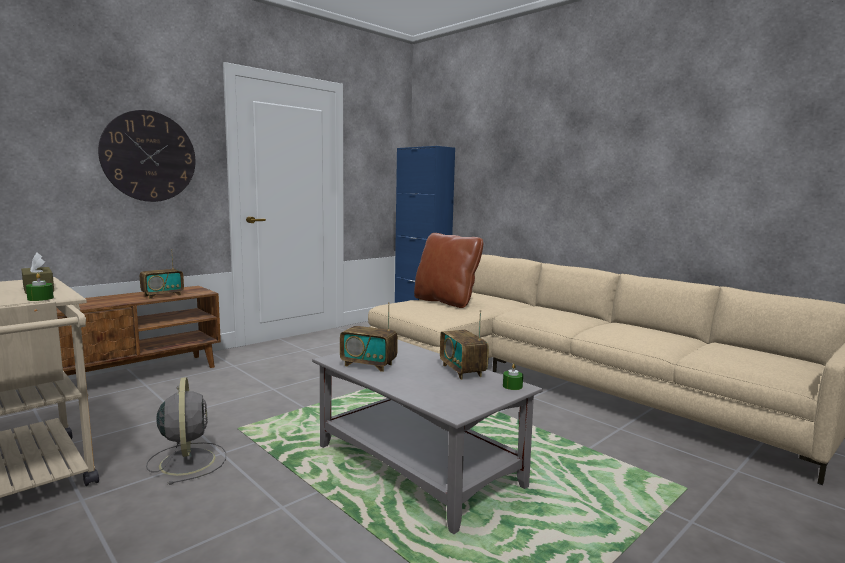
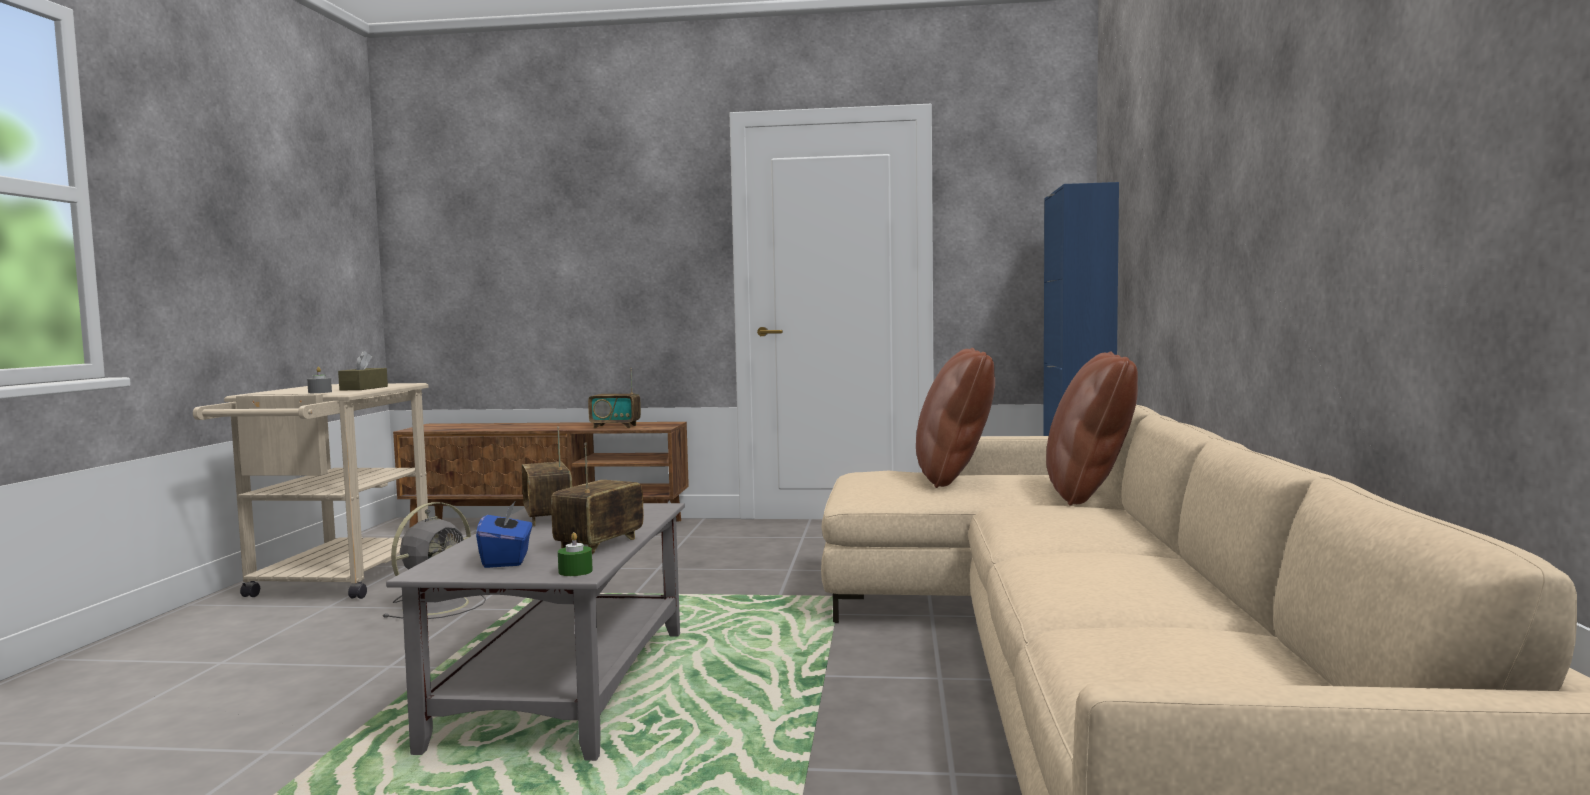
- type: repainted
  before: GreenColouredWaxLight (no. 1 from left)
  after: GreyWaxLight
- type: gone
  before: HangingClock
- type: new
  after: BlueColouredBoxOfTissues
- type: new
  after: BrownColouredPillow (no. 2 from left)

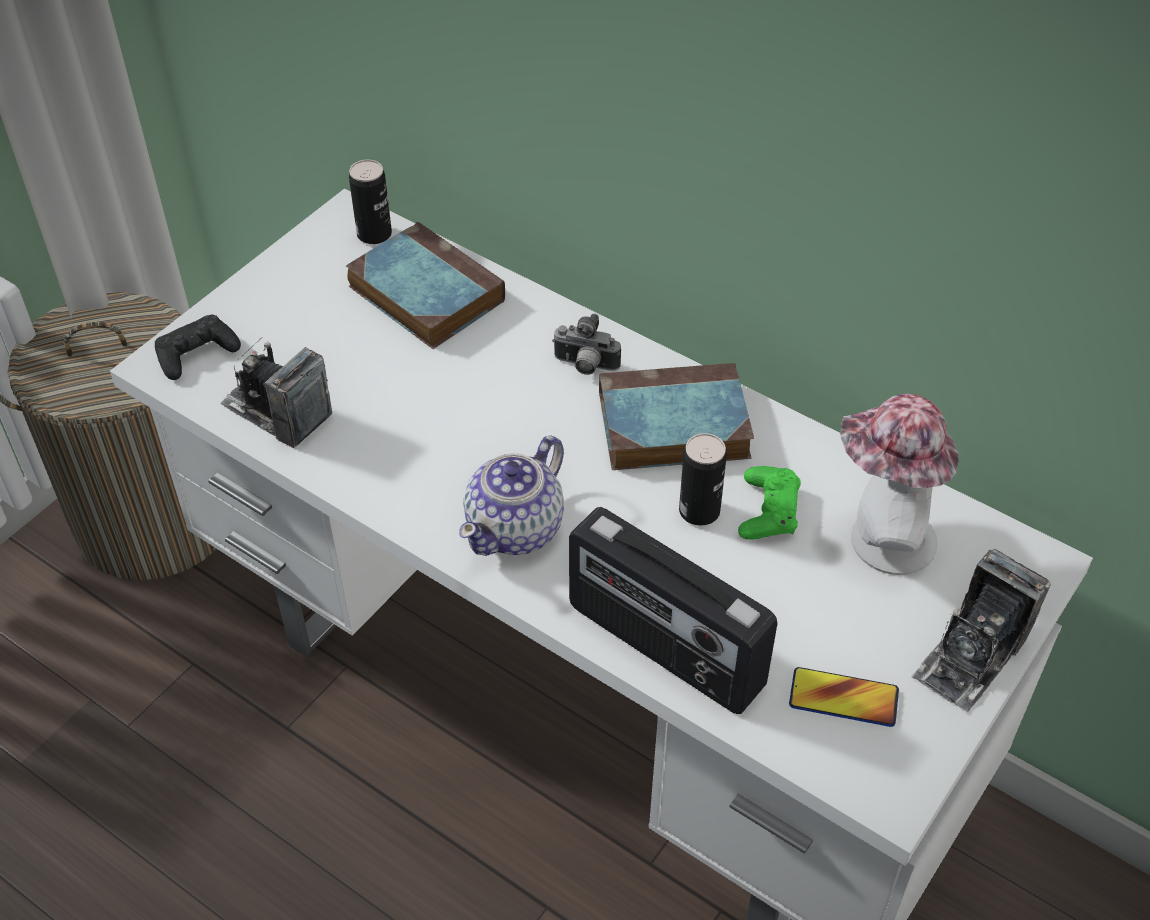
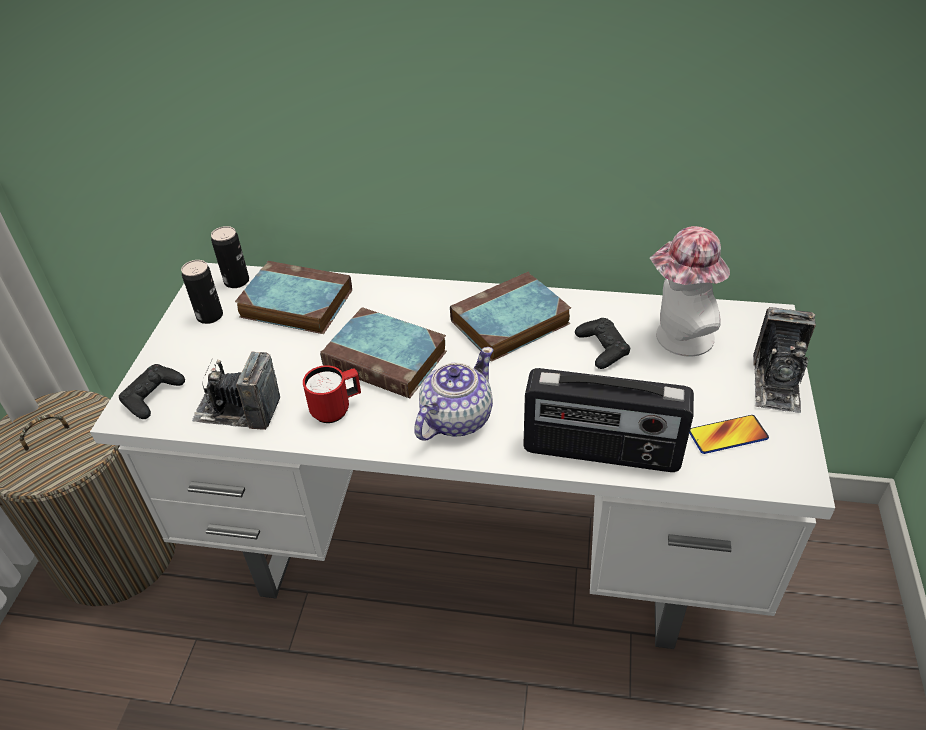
- type: rotated
  before: Teapot
  turn: -150
- type: gone
  before: PhotoCamera (no. 2 from left)
- type: shifted
  before: MetalCan (no. 2 from left in the first image)
  after: MetalCan (no. 1 from left)
- type: repainted
  before: GreenColouredGamepad
  after: BlackColouredGamepad (no. 2 from left)
- type: new
  after: RedColouredCoffeeMug
- type: new
  after: Volume (no. 2 from left)

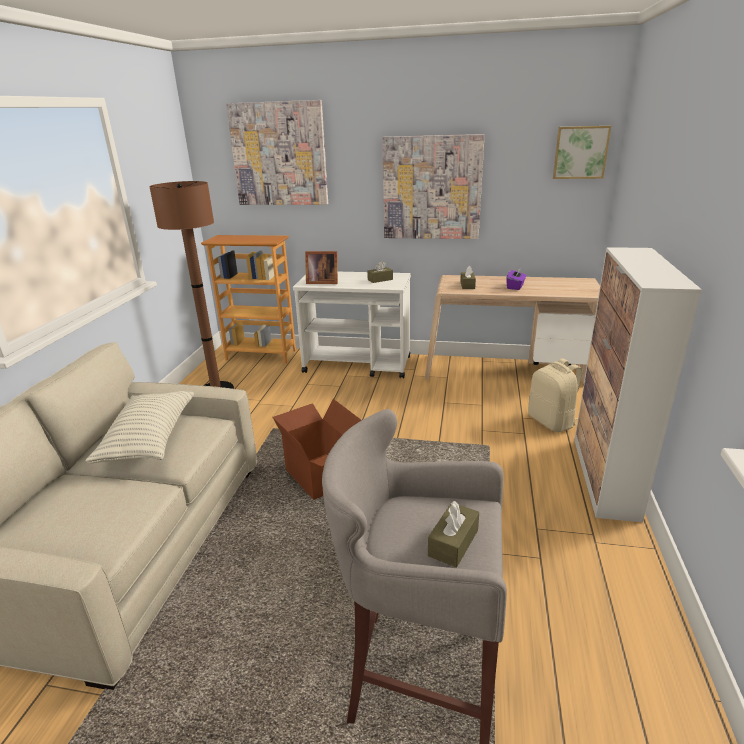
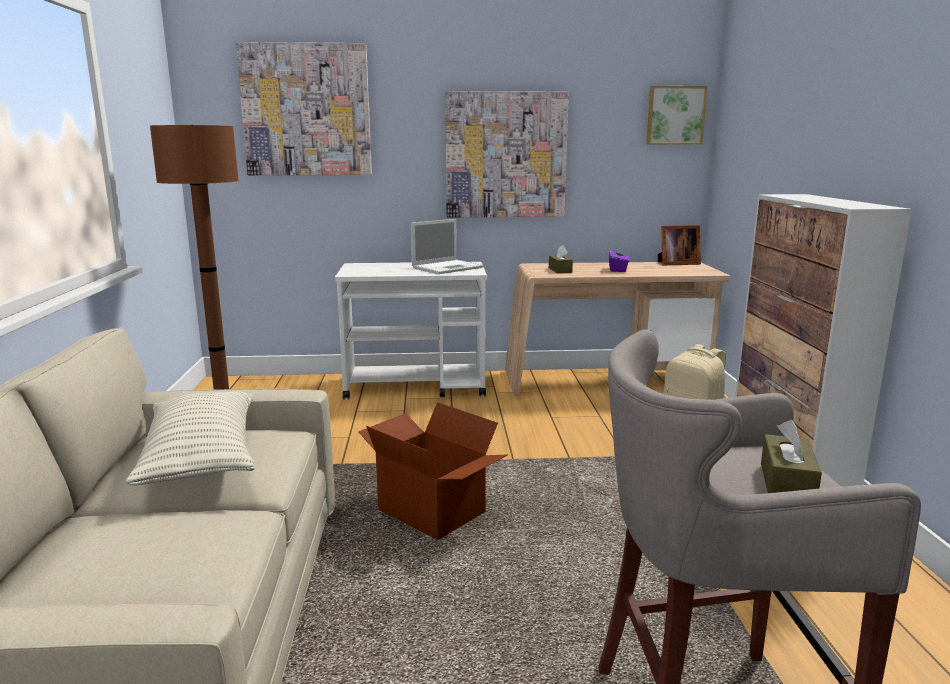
- type: gone
  before: ShelvingUnit
- type: shifted
  before: PictureFrame
- type: swapped
  before: BrownColouredBoxOfTissues (no. 1 from left)
  after: PortableComputer

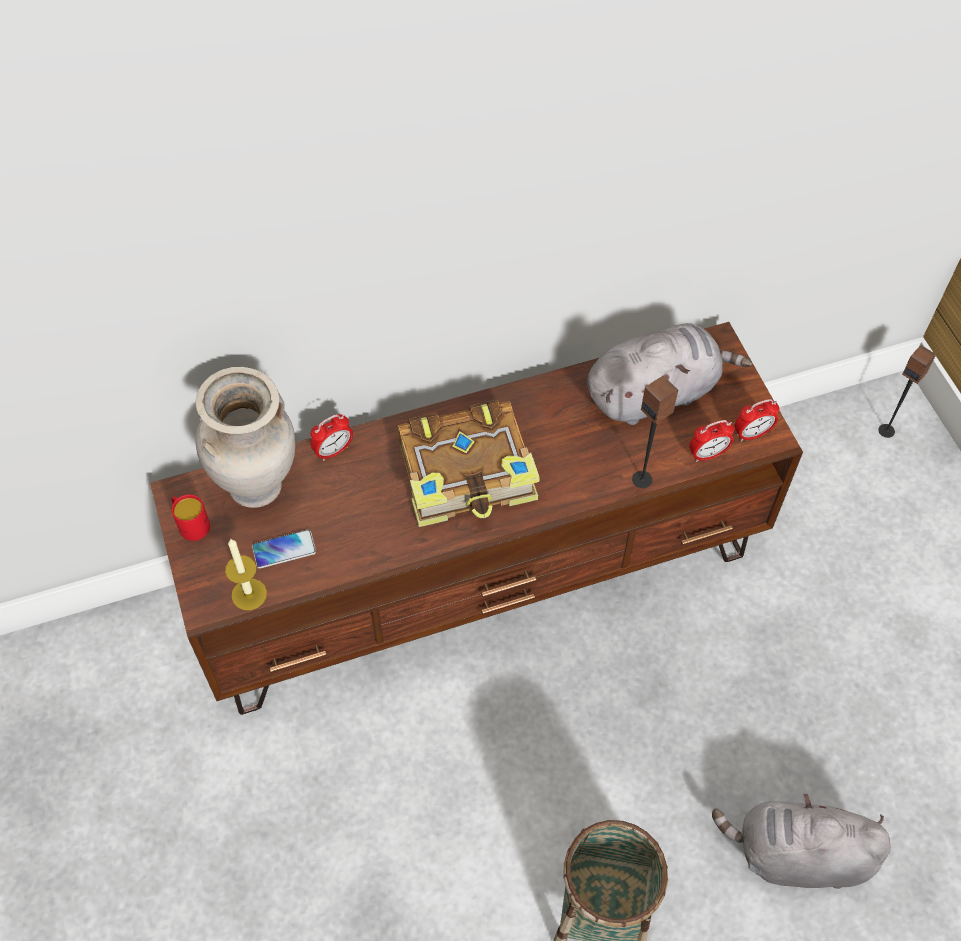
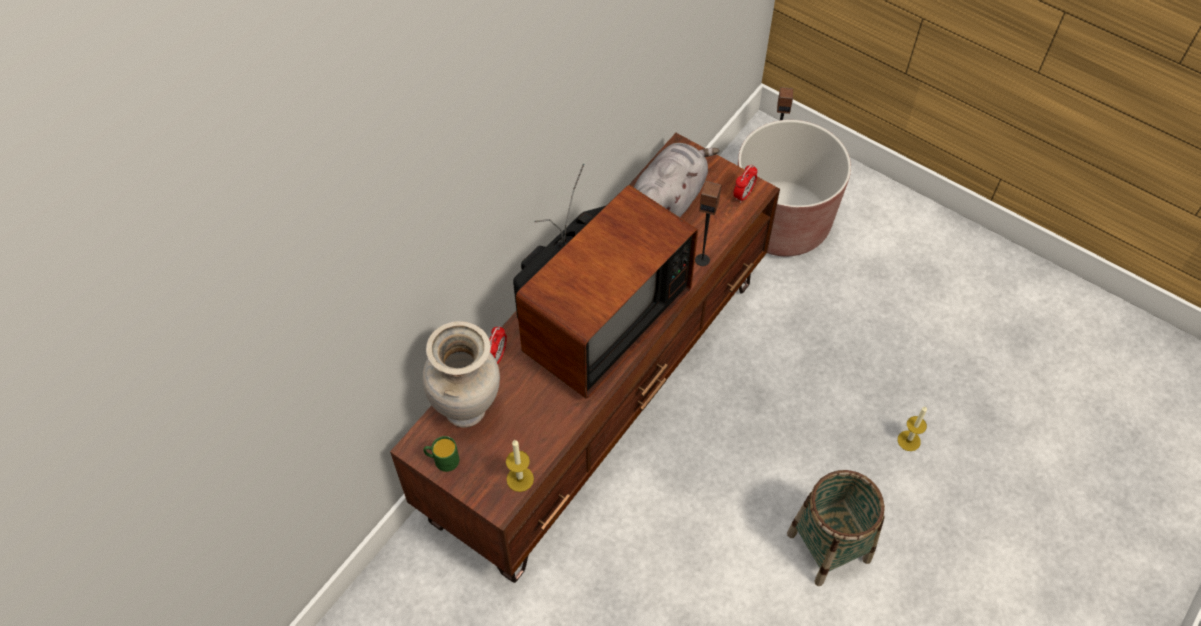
- type: repainted
  before: RedColouredCoffeeMug
  after: GreenColouredCoffeeMug
- type: gone
  before: Handset
- type: swapped
  before: Volume
  after: TvSet
- type: gone
  before: AlarmClock (no. 2 from left)
- type: swapped
  before: GreyCuddlyToy (no. 2 from left)
  after: WaxLight (no. 2 from left)
- type: new
  after: BrownColouredPlanter

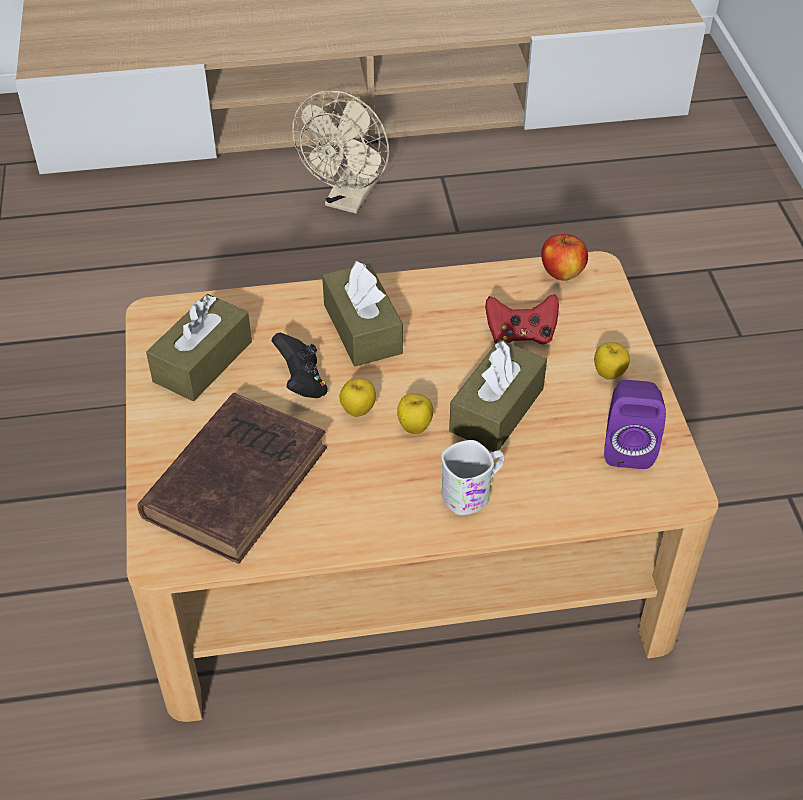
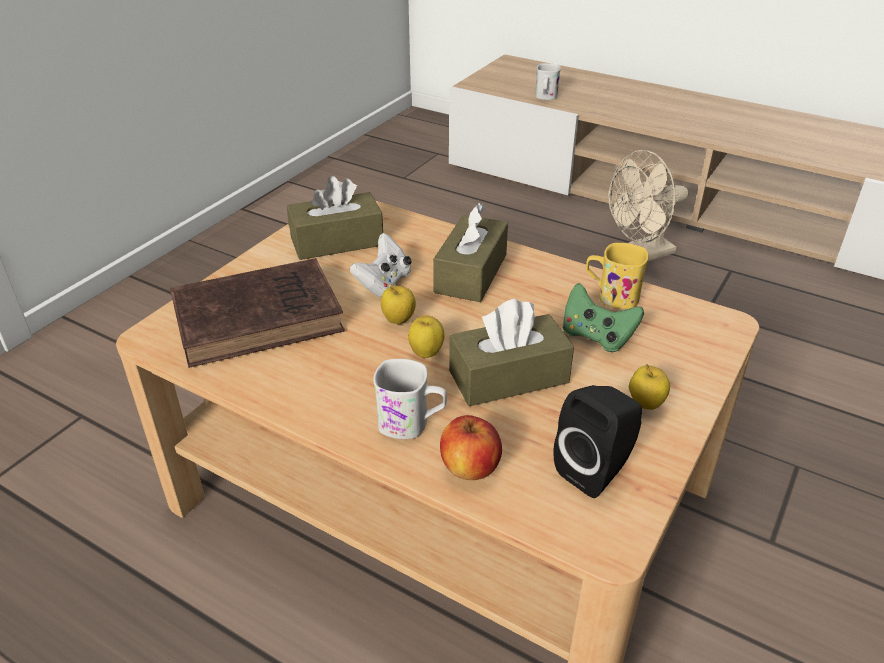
- type: repainted
  before: BlackColouredGamepad
  after: WhitishGamepad
- type: repainted
  before: RedColouredGamepad
  after: GreenColouredGamepad
- type: shifted
  before: AppleFruit (no. 3 from left)
- type: repainted
  before: PurpleAudioSpeaker
  after: BlackColouredAudioSpeaker
- type: new
  after: WhitishCoffeeMug (no. 2 from left)
- type: new
  after: YellowColouredCoffeeMug

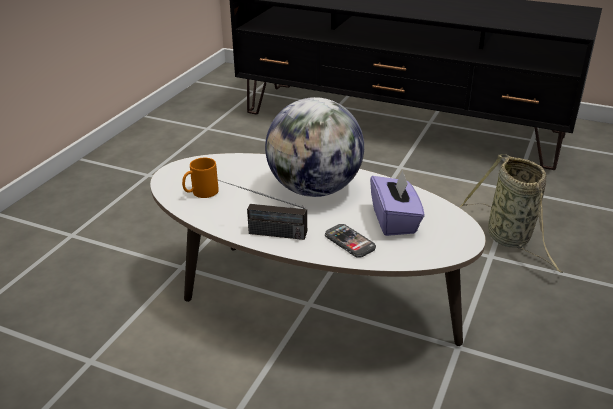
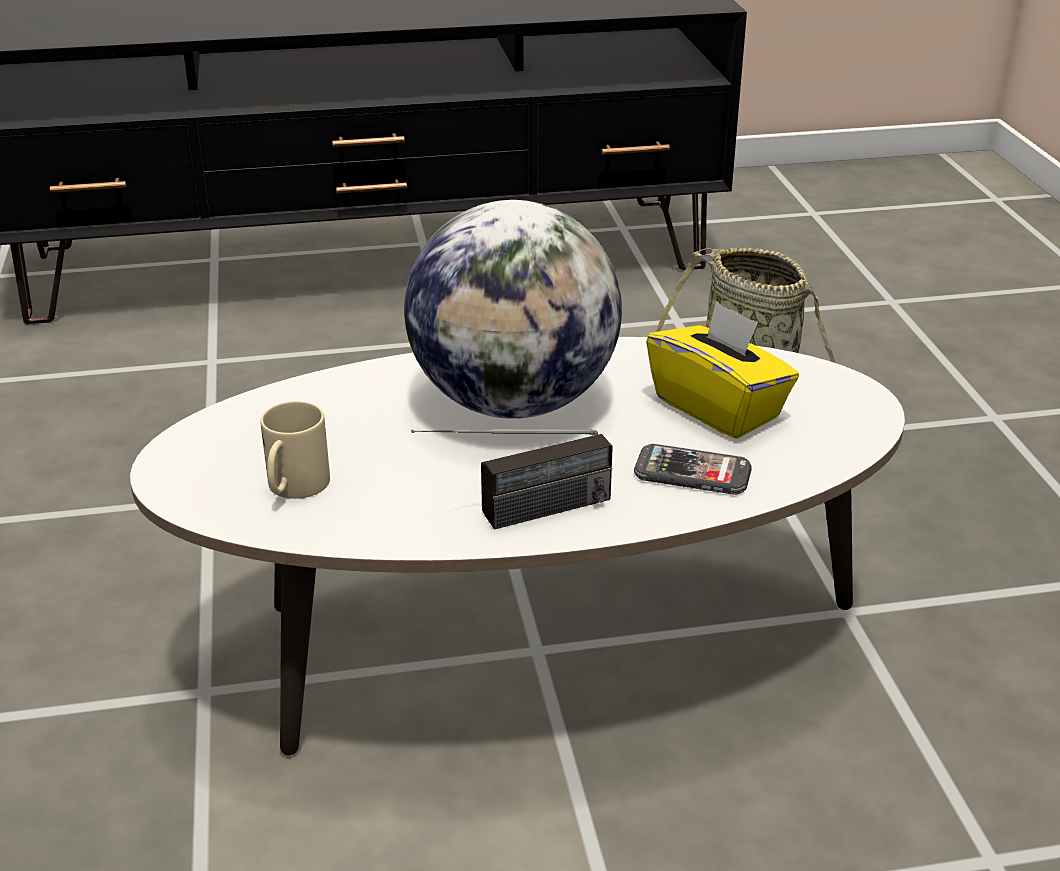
- type: repainted
  before: OrangeyCoffeeMug
  after: BeigeCoffeeMug
- type: repainted
  before: PurpleBoxOfTissues
  after: YellowColouredBoxOfTissues

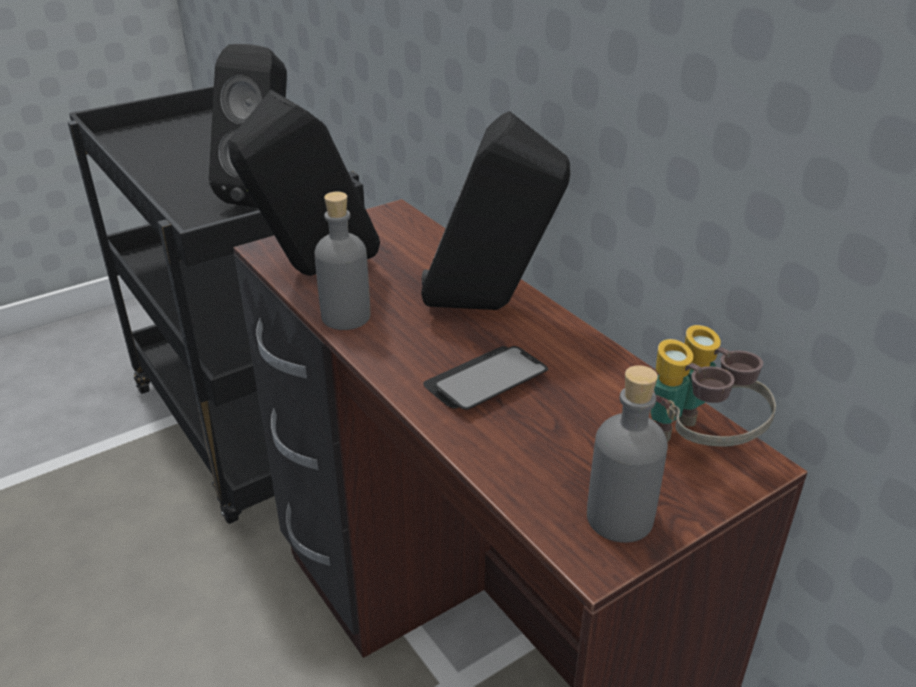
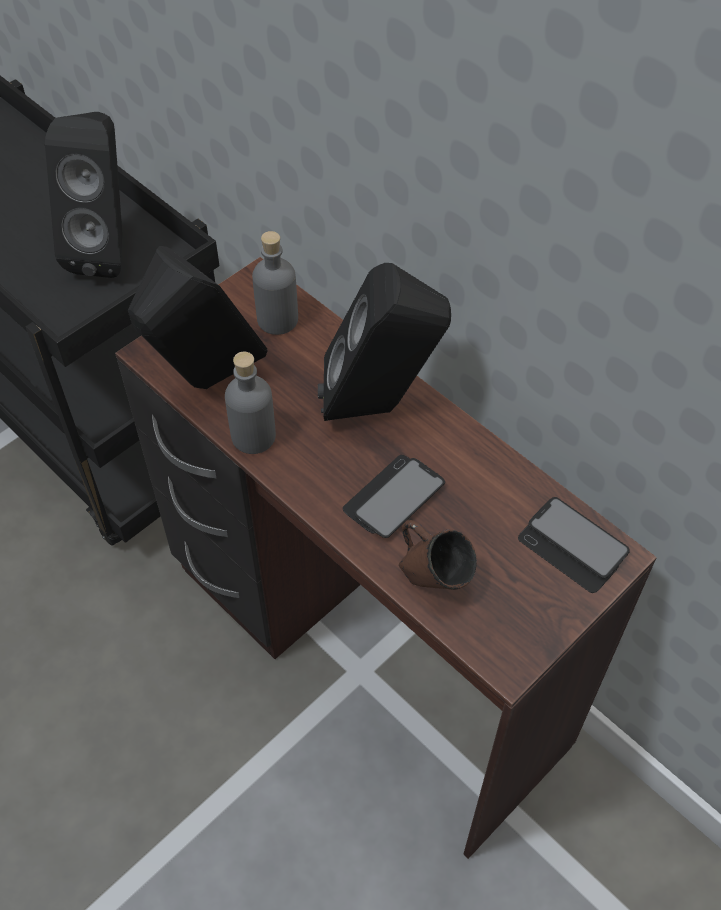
- type: shifted
  before: GreyBeverageBottle (no. 2 from left)
- type: swapped
  before: Binoculars
  after: Handset (no. 2 from left)
- type: new
  after: BrownColouredCoffeeMug

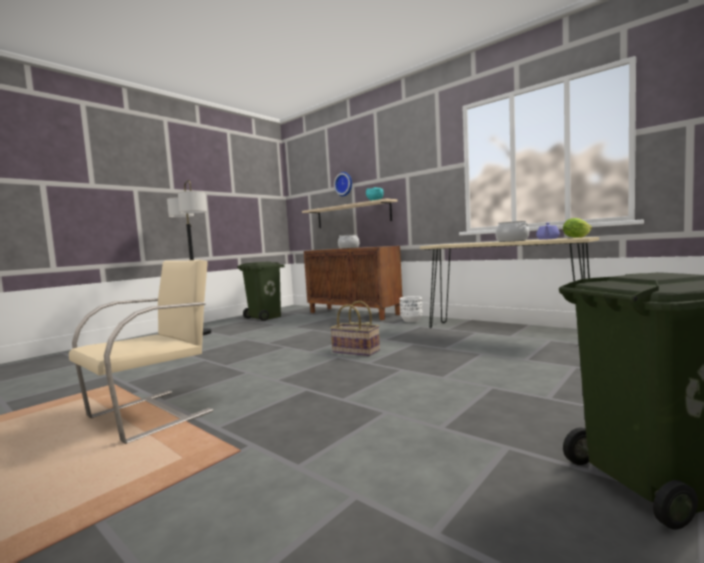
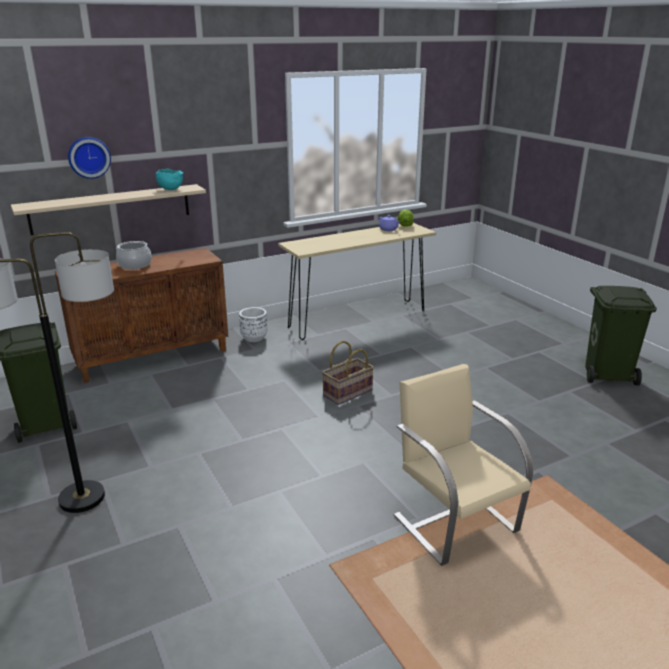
- type: gone
  before: Stockpot (no. 2 from left)

